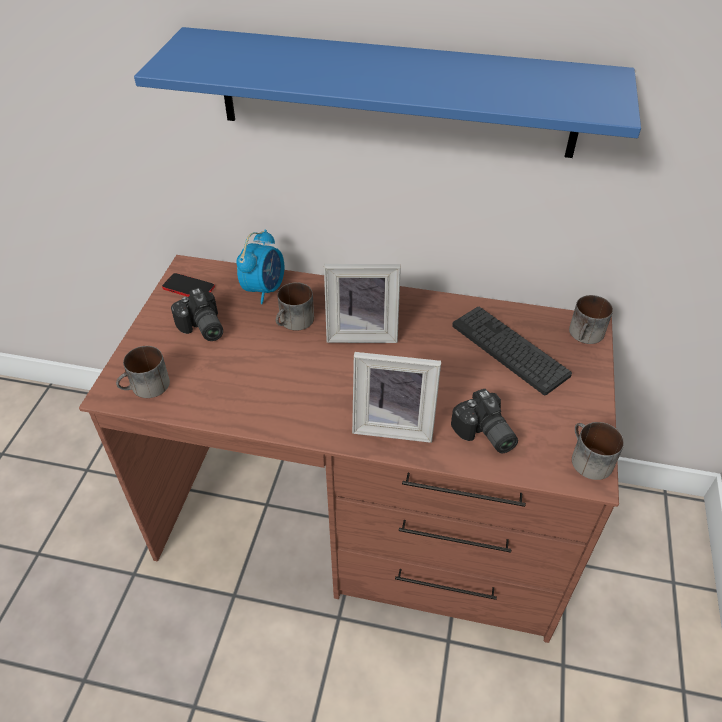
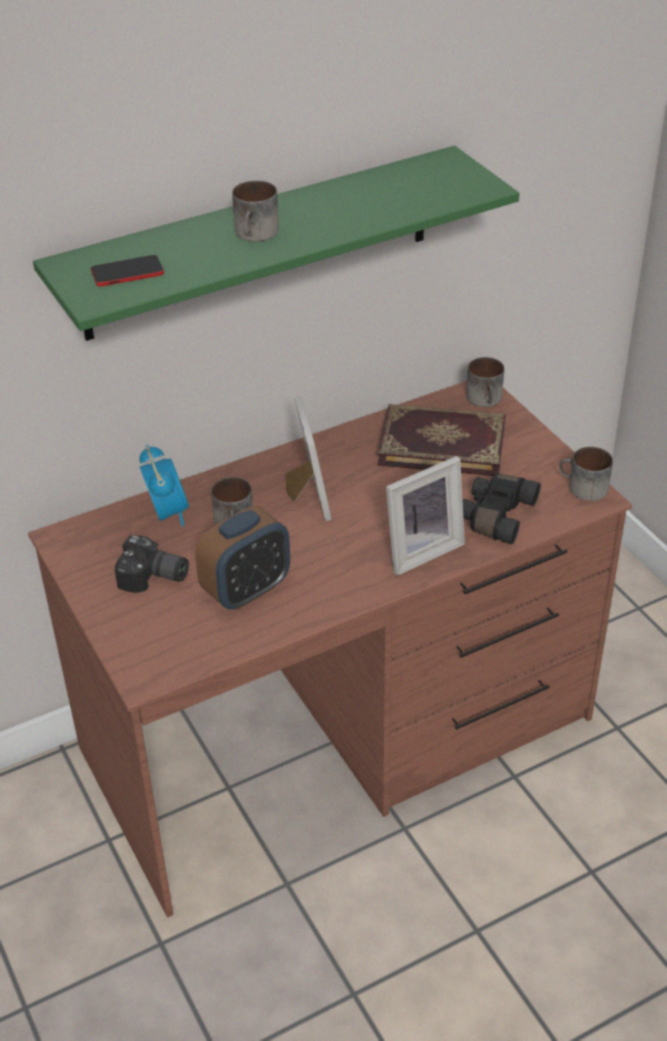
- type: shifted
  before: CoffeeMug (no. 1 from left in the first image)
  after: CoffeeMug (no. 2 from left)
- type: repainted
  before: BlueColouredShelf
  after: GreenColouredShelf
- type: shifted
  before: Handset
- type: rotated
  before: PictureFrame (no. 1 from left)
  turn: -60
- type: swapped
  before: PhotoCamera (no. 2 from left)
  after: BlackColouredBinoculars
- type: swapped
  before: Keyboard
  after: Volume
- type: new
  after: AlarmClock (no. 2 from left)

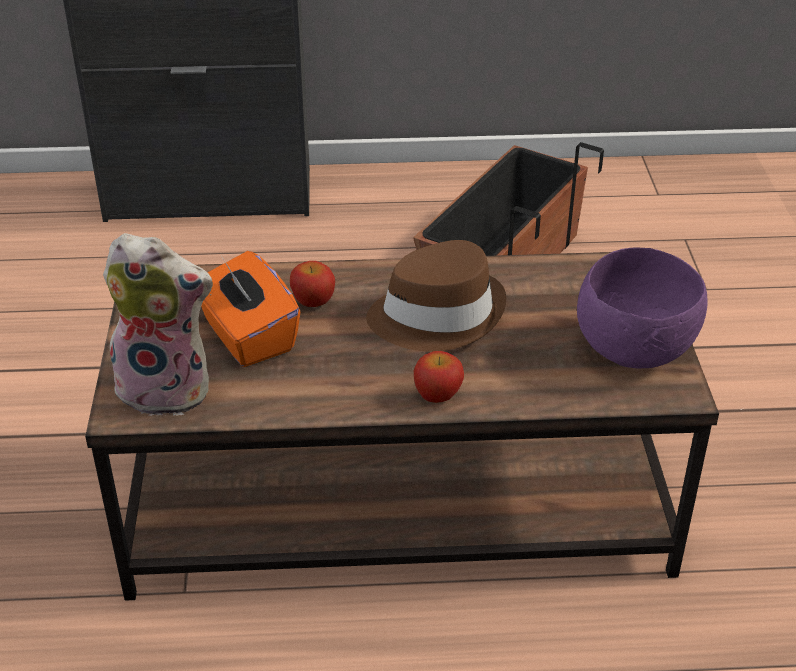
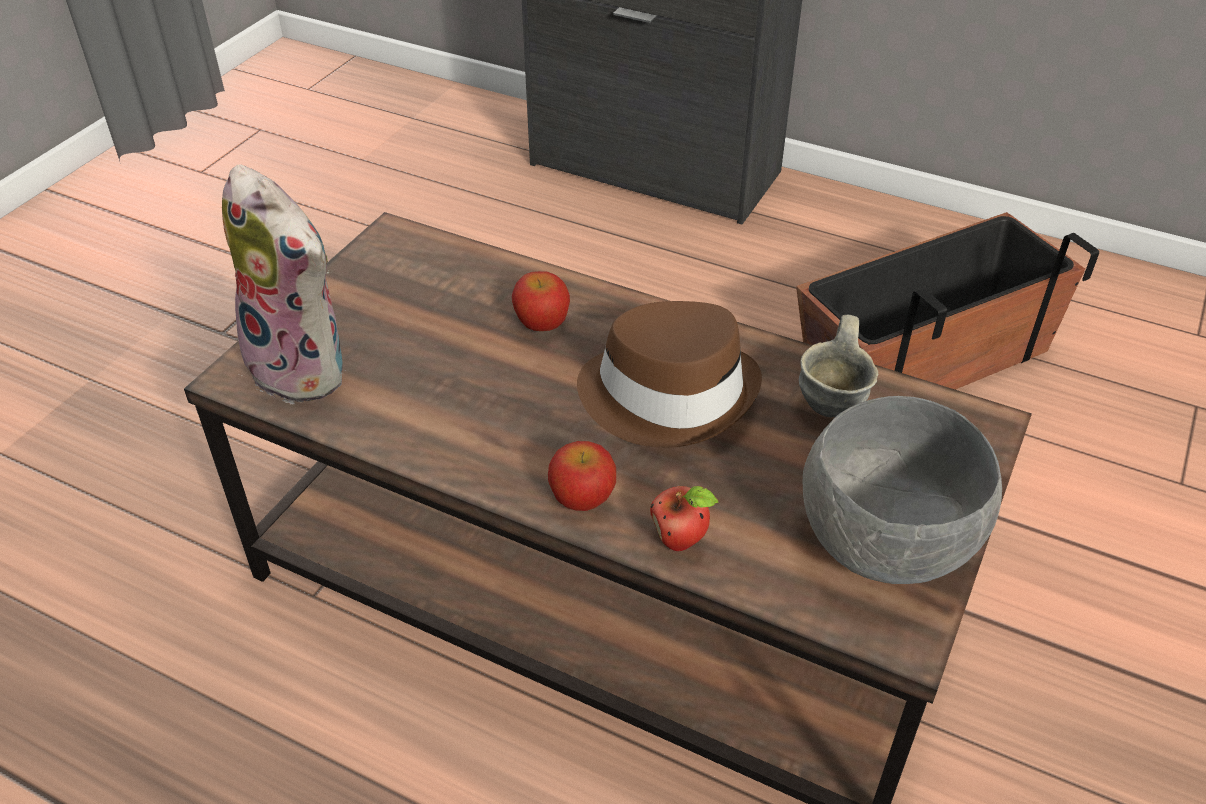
- type: gone
  before: OrangeyBoxOfTissues
- type: repainted
  before: PurpleBowl
  after: GreyBowl
- type: new
  after: AppleFruit (no. 3 from left)
- type: new
  after: GreyCoffeeMug

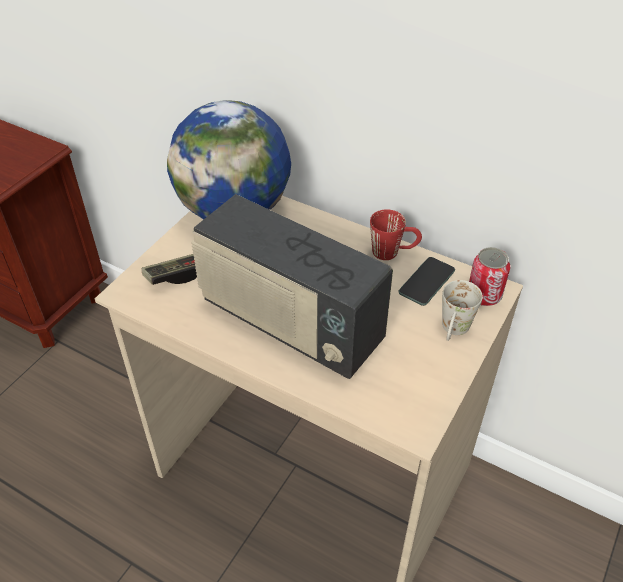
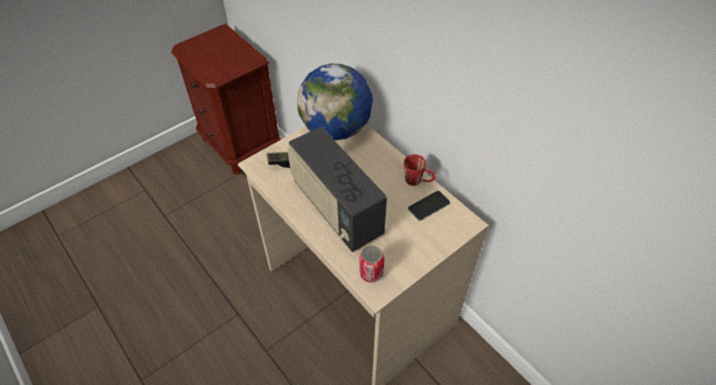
- type: gone
  before: WhitishCoffeeMug
- type: shifted
  before: MetalCan

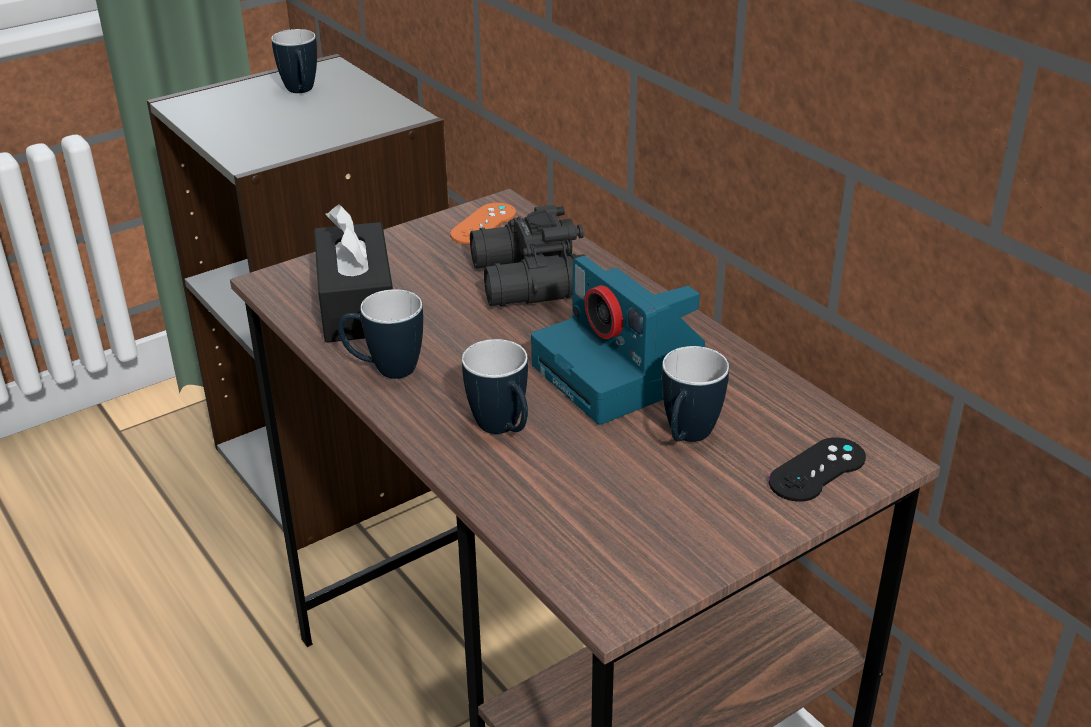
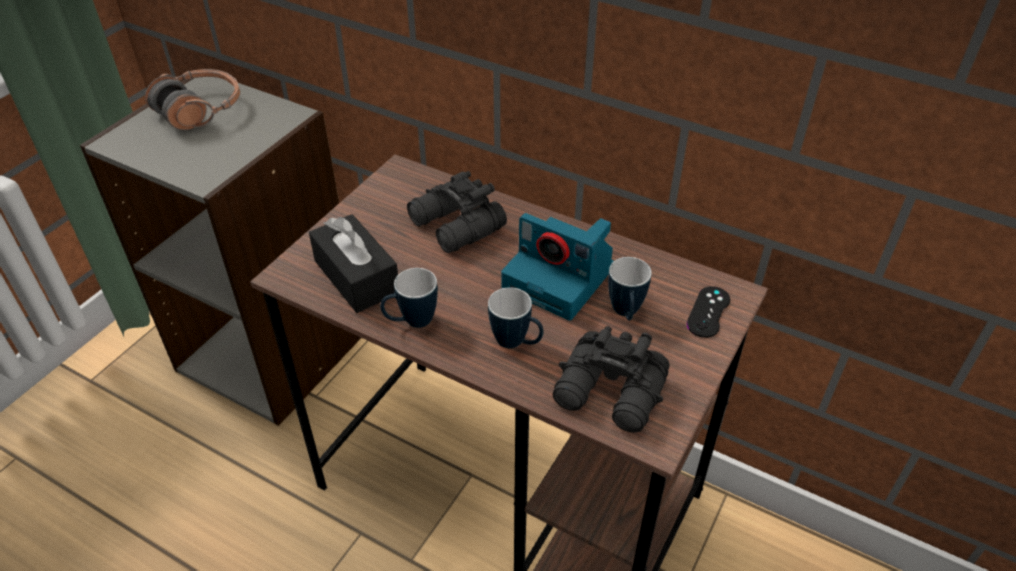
- type: swapped
  before: CoffeeMug (no. 1 from left)
  after: Headphones
- type: gone
  before: OrangeyGamepad
- type: new
  after: BlackColouredBinoculars (no. 2 from left)

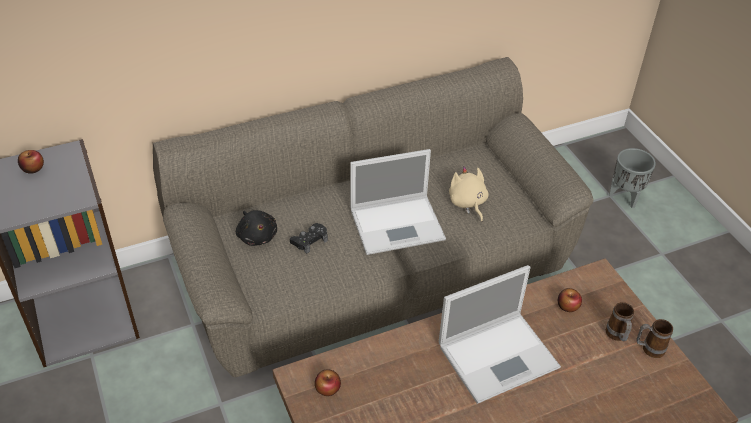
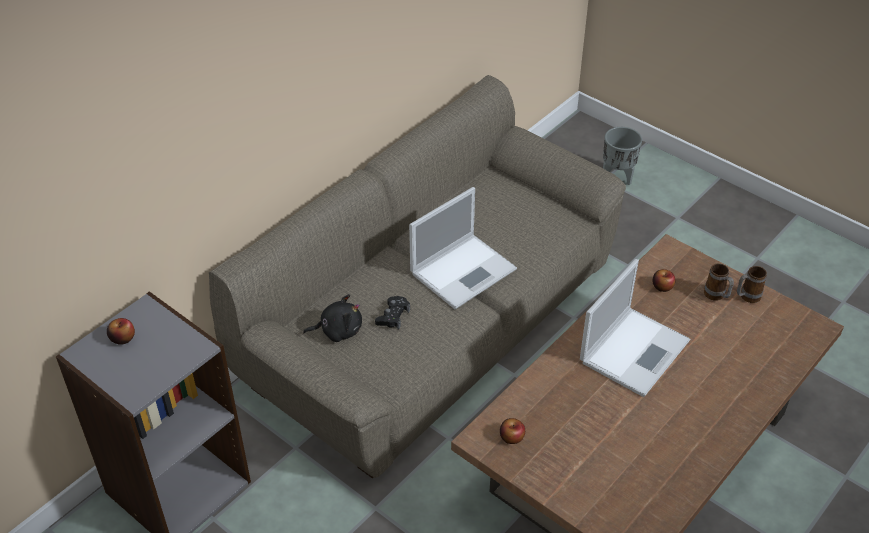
- type: rotated
  before: BlackColouredCuddlyToy
  turn: -45
- type: gone
  before: BeigeCuddlyToy

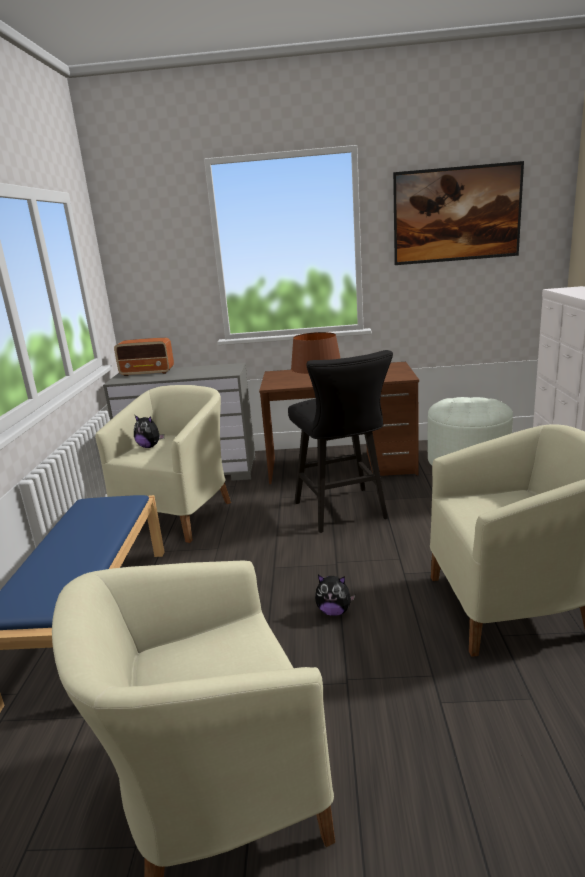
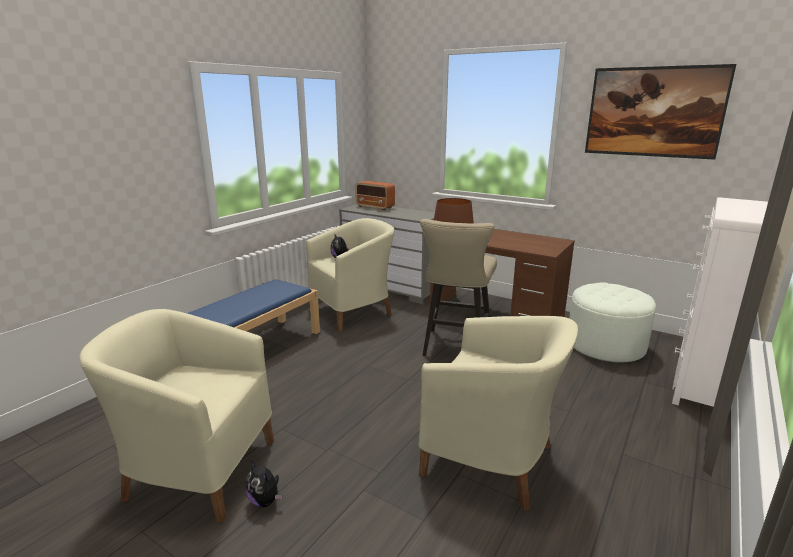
- type: repainted
  before: BlackColouredStool
  after: BeigeStool
- type: shifted
  before: CuddlyToy (no. 2 from left in the first image)
  after: CuddlyToy (no. 1 from left)

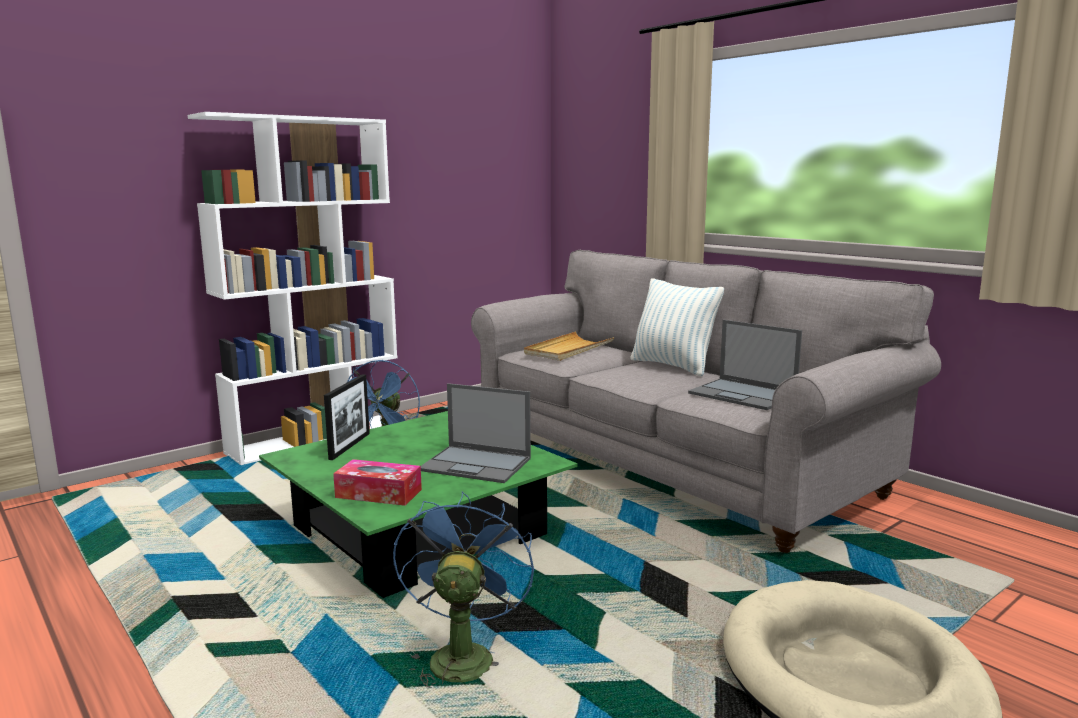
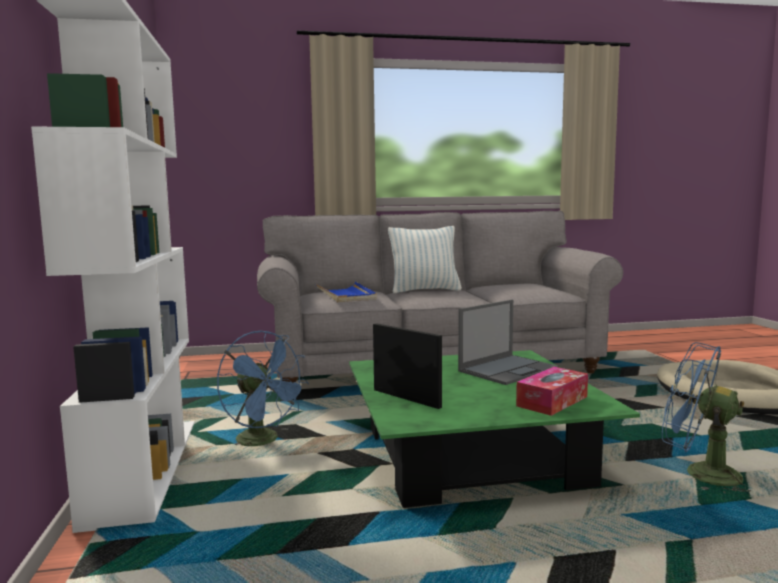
- type: repainted
  before: BeigeServingTray
  after: BlueColouredServingTray
- type: gone
  before: PortableComputer (no. 2 from left)

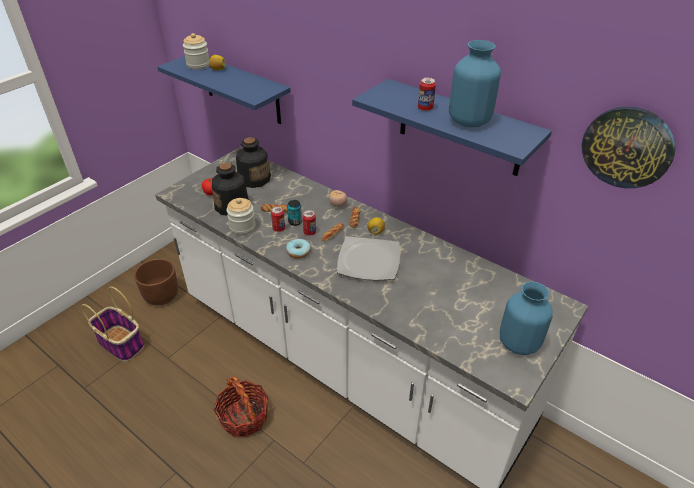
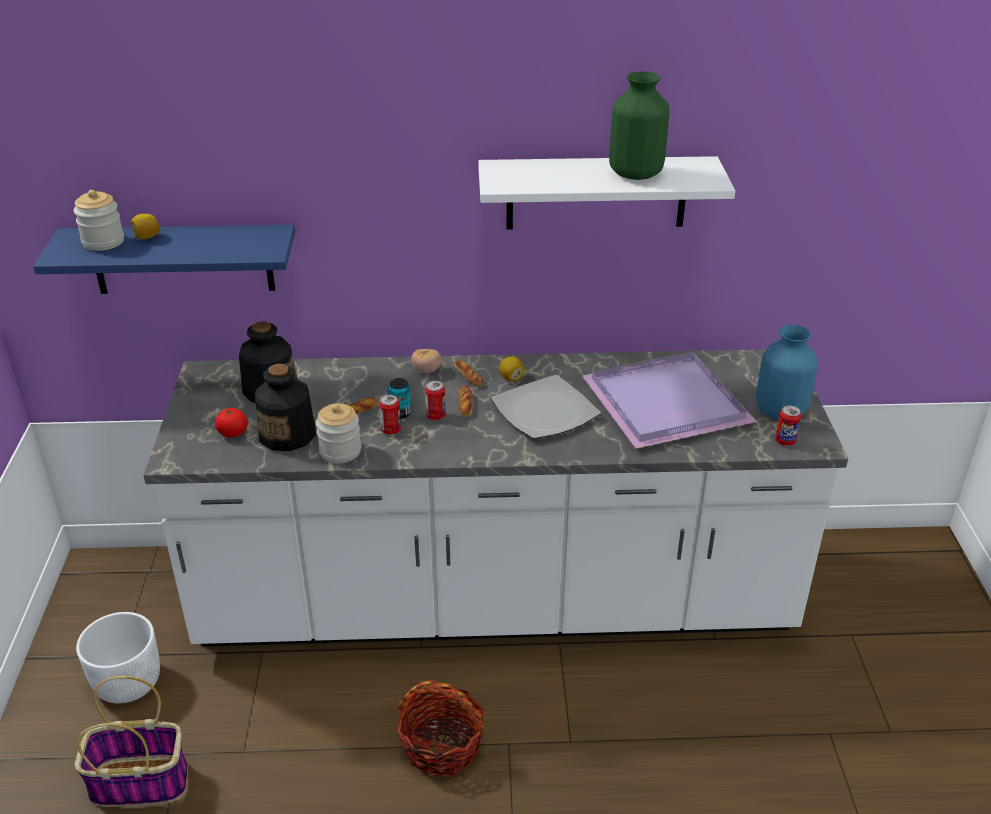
- type: repainted
  before: BrownColouredPlanter
  after: WhitishPlanter
- type: gone
  before: RingDoughnut
- type: repainted
  before: BlueColouredShelf (no. 2 from left)
  after: WhitishShelf
- type: shifted
  before: MetalCan (no. 4 from left)
- type: repainted
  before: BlueColouredDecorativeVase (no. 1 from left)
  after: GreenColouredDecorativeVase
- type: gone
  before: HangingClock
- type: new
  after: PurpleServingTray

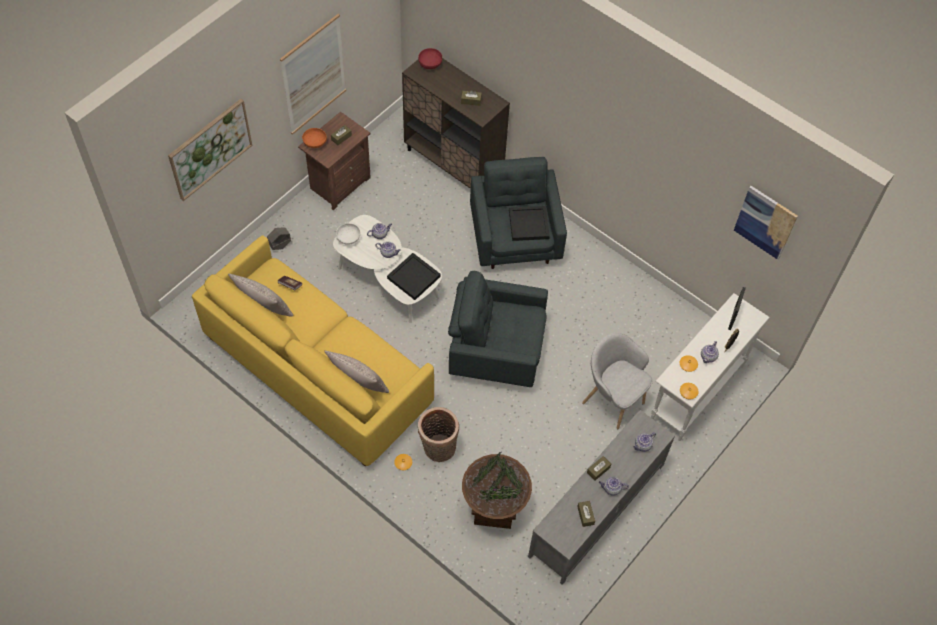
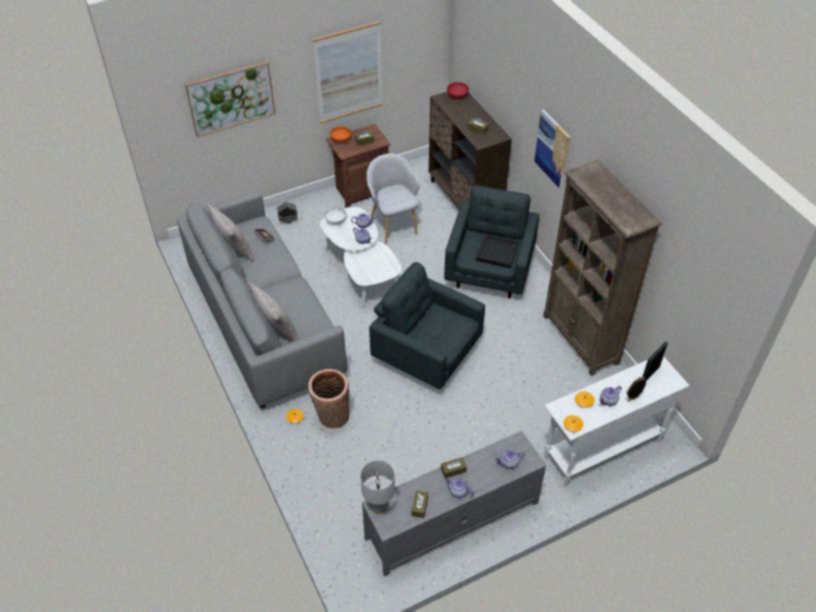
- type: repainted
  before: YellowColouredCouch
  after: GreyCouch
- type: gone
  before: BlackColouredServingTray (no. 1 from left)
- type: gone
  before: BrownColouredPlanter
- type: shifted
  before: GreyEasyChair (no. 3 from left in the first image)
  after: GreyEasyChair (no. 1 from left)
- type: shifted
  before: WallPicture (no. 3 from left)
- type: new
  after: GreyTableLamp
- type: new
  after: BrownColouredShelvingUnit

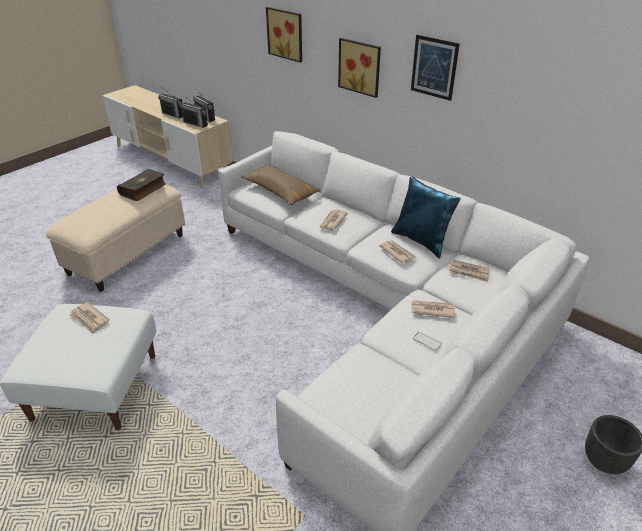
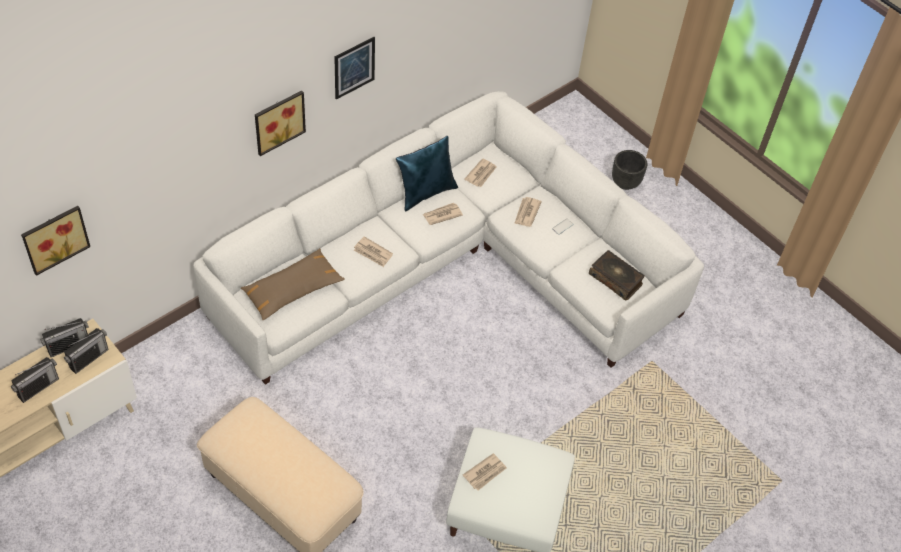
- type: shifted
  before: Volume
- type: shifted
  before: WallPicture (no. 1 from left)

